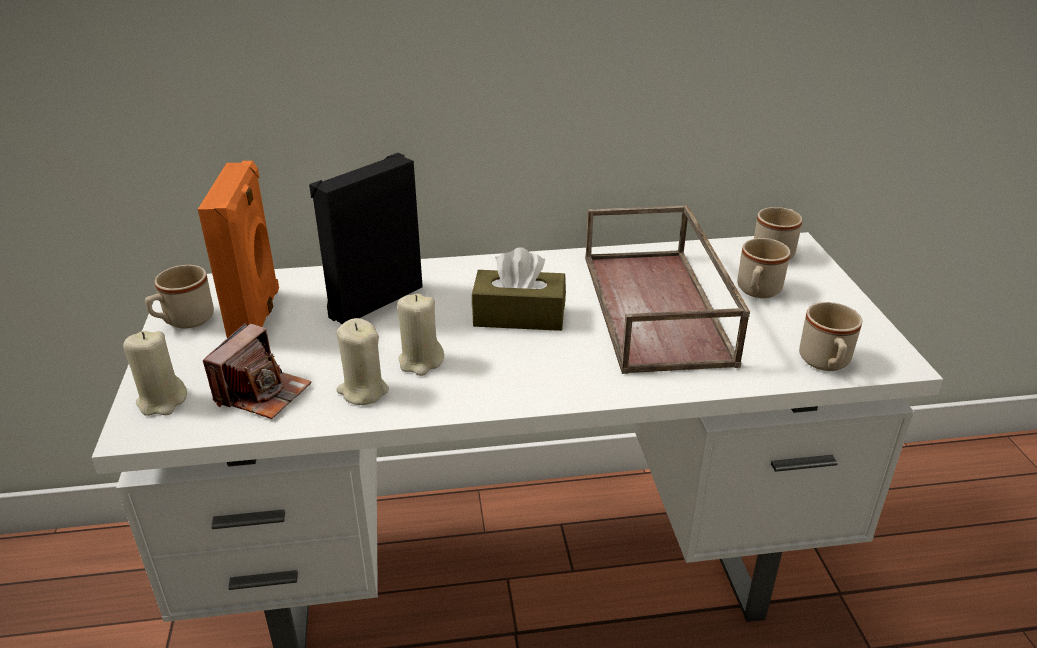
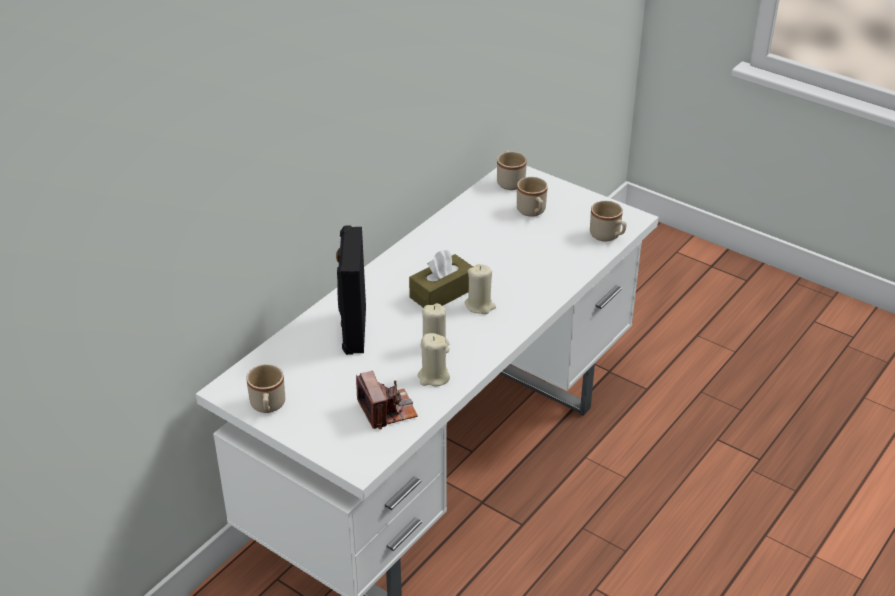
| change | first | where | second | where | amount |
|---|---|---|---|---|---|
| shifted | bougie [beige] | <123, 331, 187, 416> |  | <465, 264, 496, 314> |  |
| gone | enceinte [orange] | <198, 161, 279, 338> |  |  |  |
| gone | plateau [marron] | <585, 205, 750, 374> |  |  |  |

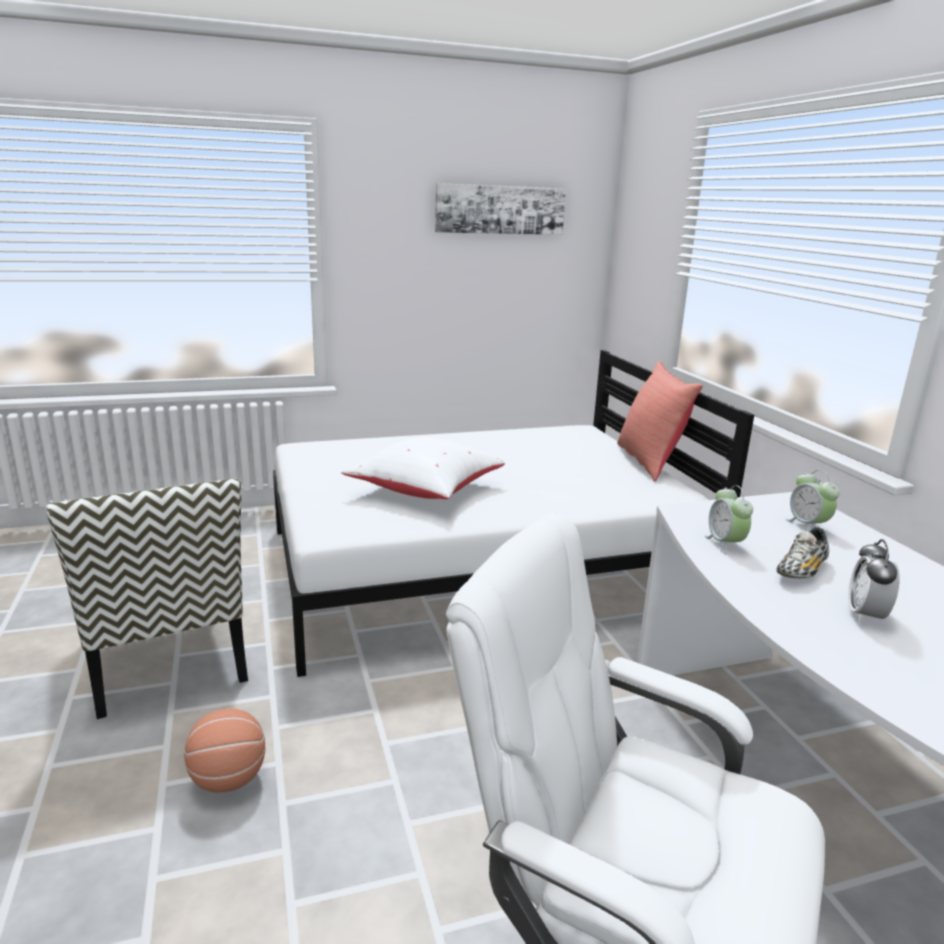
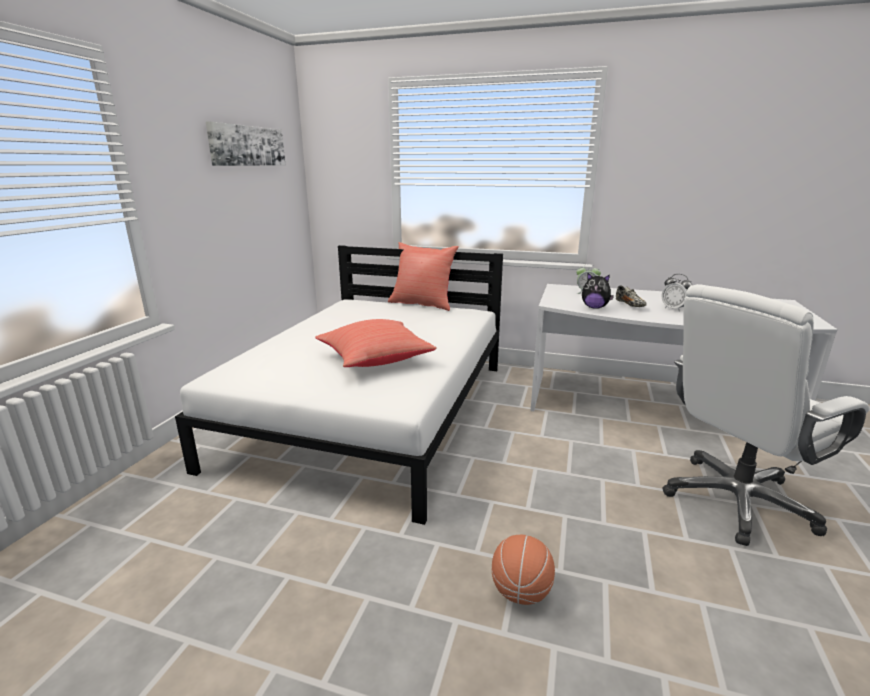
| change | first | where | second | where | amount |
|---|---|---|---|---|---|
| repainted | coussin [blanc] | <341, 437, 505, 499> | coussin [rouge] | <315, 319, 437, 367> |  |
| swapped | réveil | <705, 485, 753, 555> | peluche | <582, 273, 614, 309> |  |
| gone | chaise | <46, 479, 248, 719> |  |  |  |

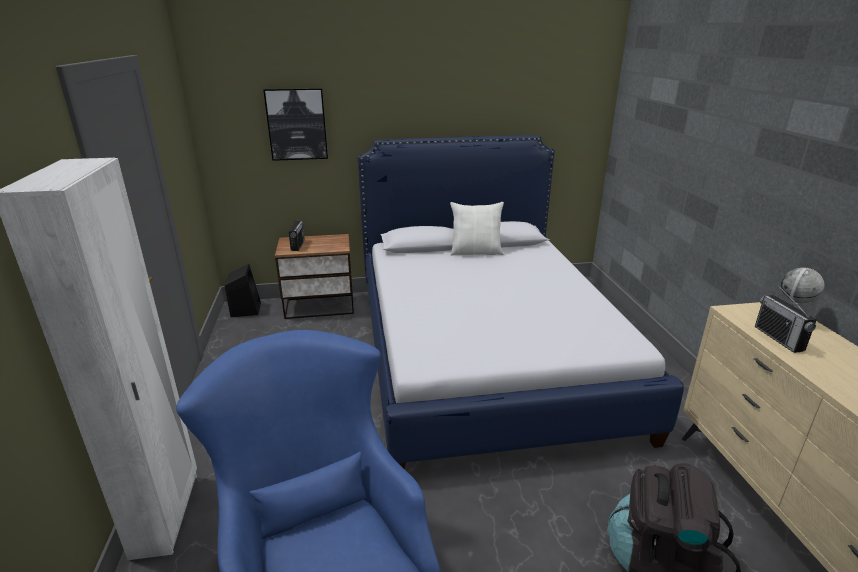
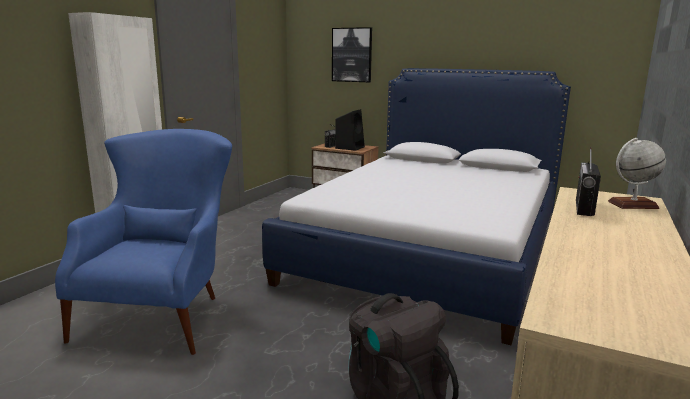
| change | first | where | second | where | amount |
|---|---|---|---|---|---|
| shifted | enceinte [noir] | <225, 264, 261, 317> |  | <335, 109, 365, 151> |  |
| gone | coussin [blanc] | <450, 202, 504, 256> |  |  |  |

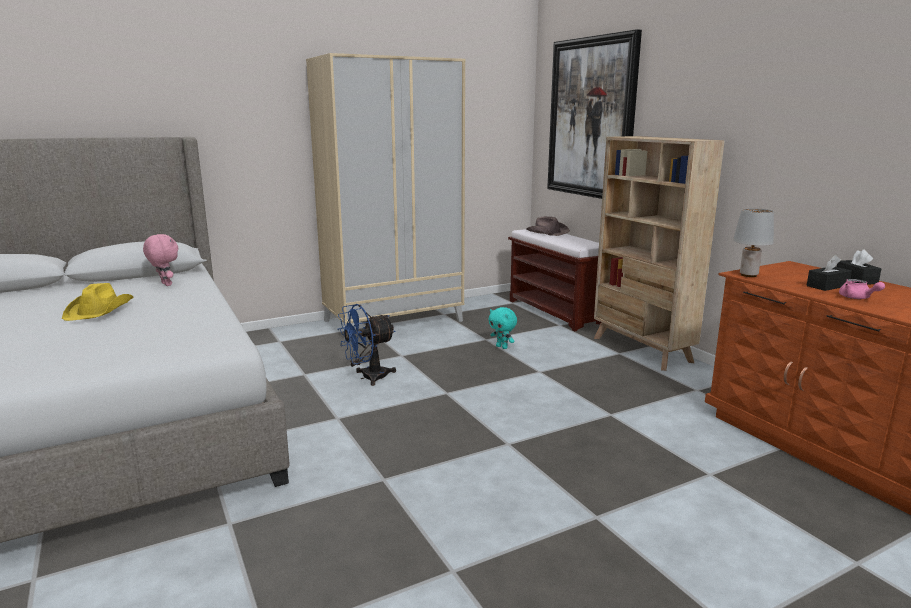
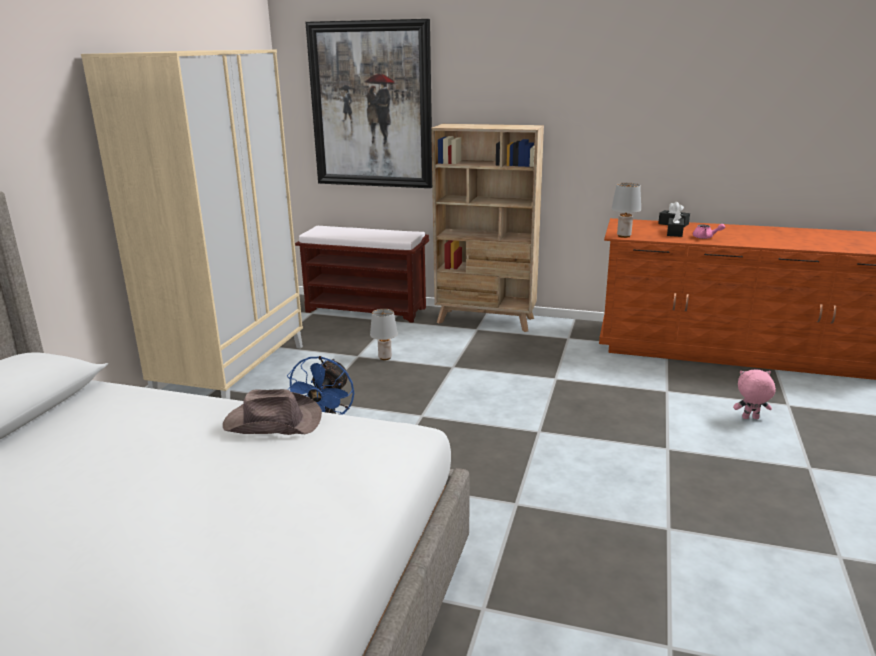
| change | first | where | second | where | amount |
|---|---|---|---|---|---|
| shifted | chapeau [marron] | <526, 216, 570, 236> |  | <223, 389, 322, 435> |  |
| swapped | peluche [turquoise] | <489, 307, 517, 349> | lampe de table [gris] | <370, 309, 398, 360> |  |
| shifted | peluche [rose] | <143, 234, 178, 286> |  | <733, 370, 776, 419> |  |
| gone | chapeau [jaune] | <62, 283, 133, 321> |  |  |  |

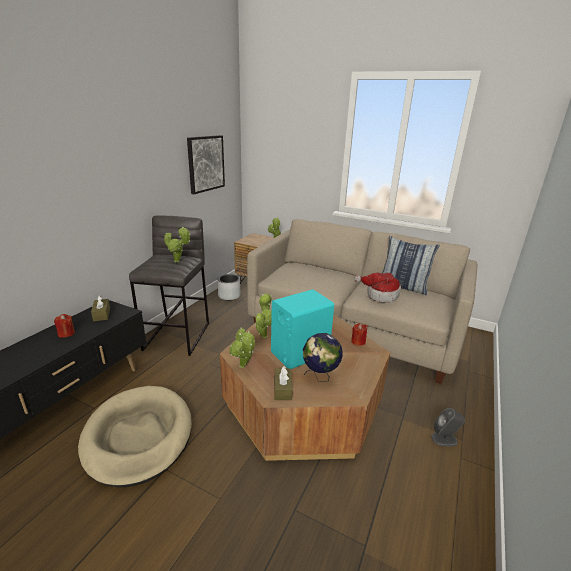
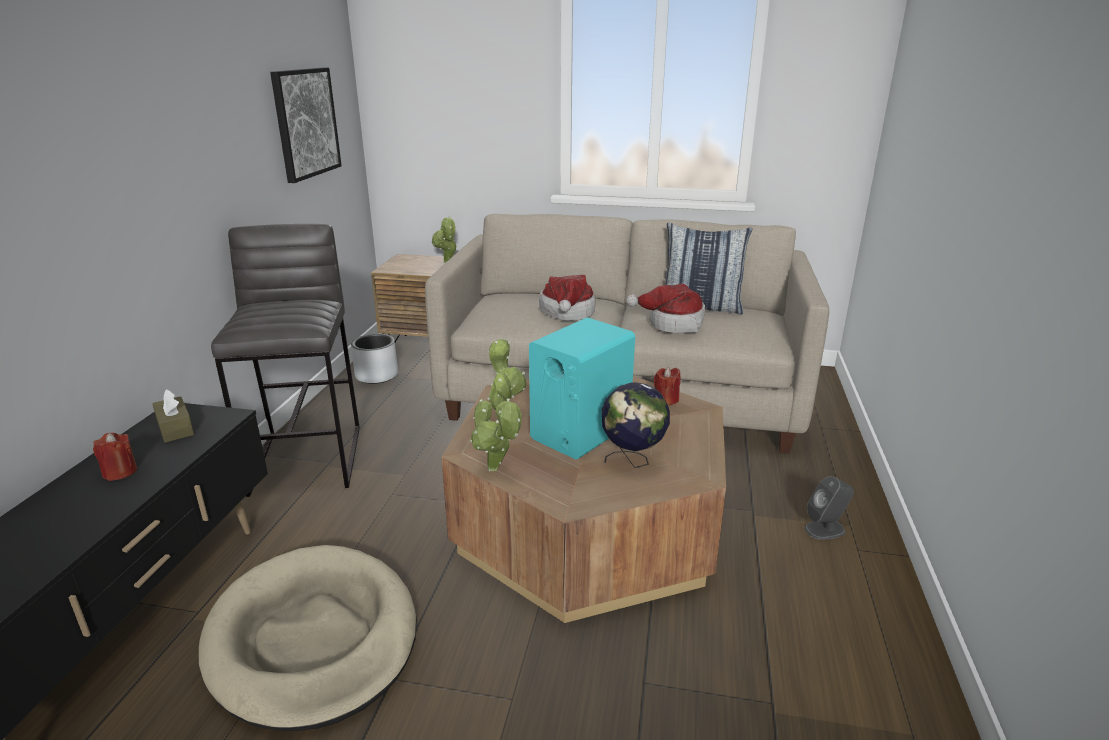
| change | first | where | second | where | amount |
|---|---|---|---|---|---|
| new |  |  | chapeau | <539, 275, 595, 321> |  |
| gone | plante en pot | <164, 227, 191, 262> |  |  |  |
| gone | boîte à mouchoirs [marron] | <274, 366, 293, 400> |  |  |  |

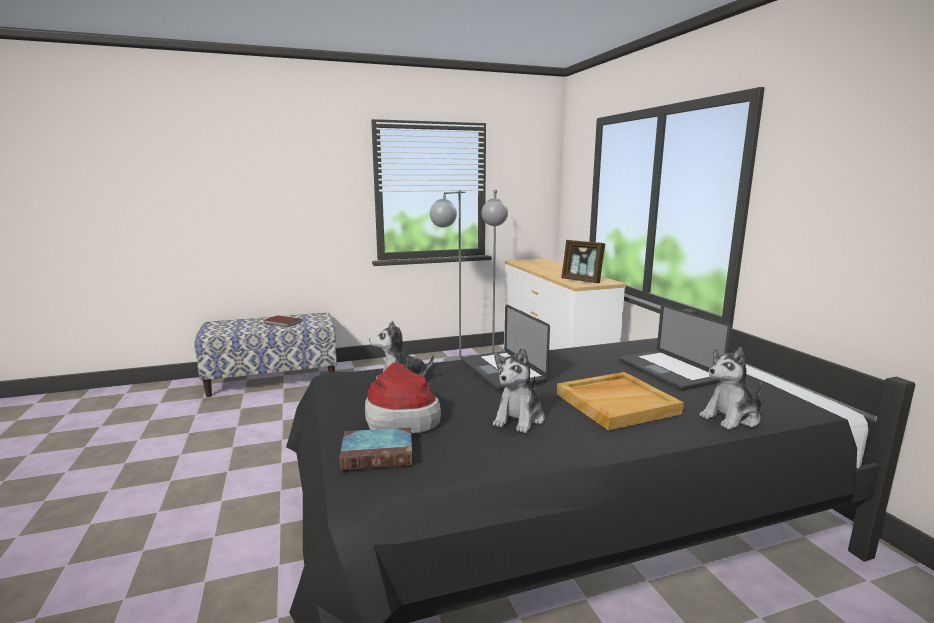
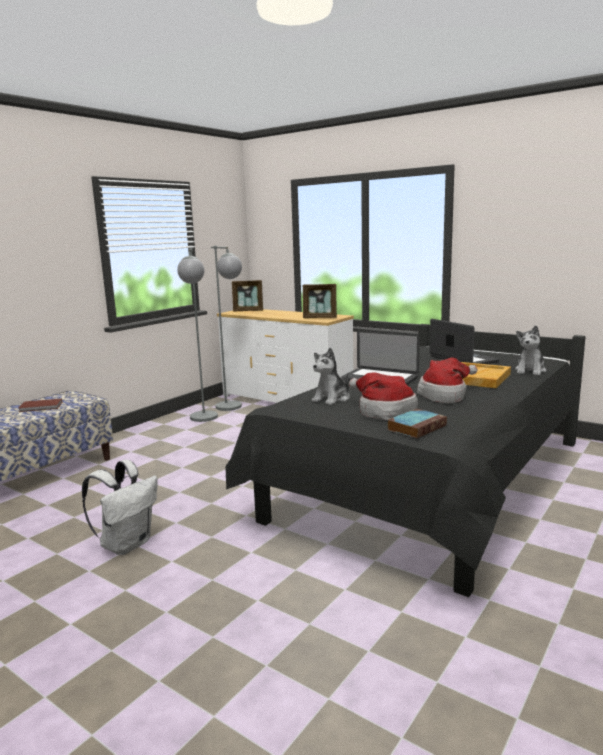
| change | first | where | second | where | amount |
|---|---|---|---|---|---|
| new |  |  | sac à dos [blanc] | <82, 460, 158, 555> |  |
| new |  |  | cadre photo | <232, 280, 263, 312> |  |
| swapped | peluche | <493, 348, 545, 433> | chapeau | <417, 358, 478, 403> |  |
| rotated | ordinateur portable | <619, 304, 731, 390> |  | <430, 319, 499, 364> | 150 degrees counterclockwise |

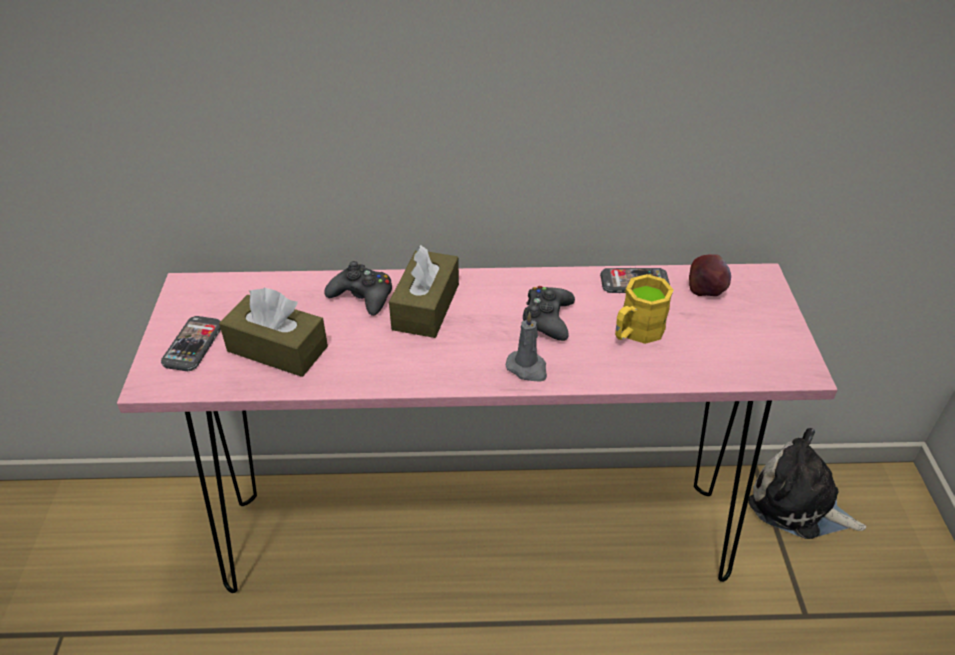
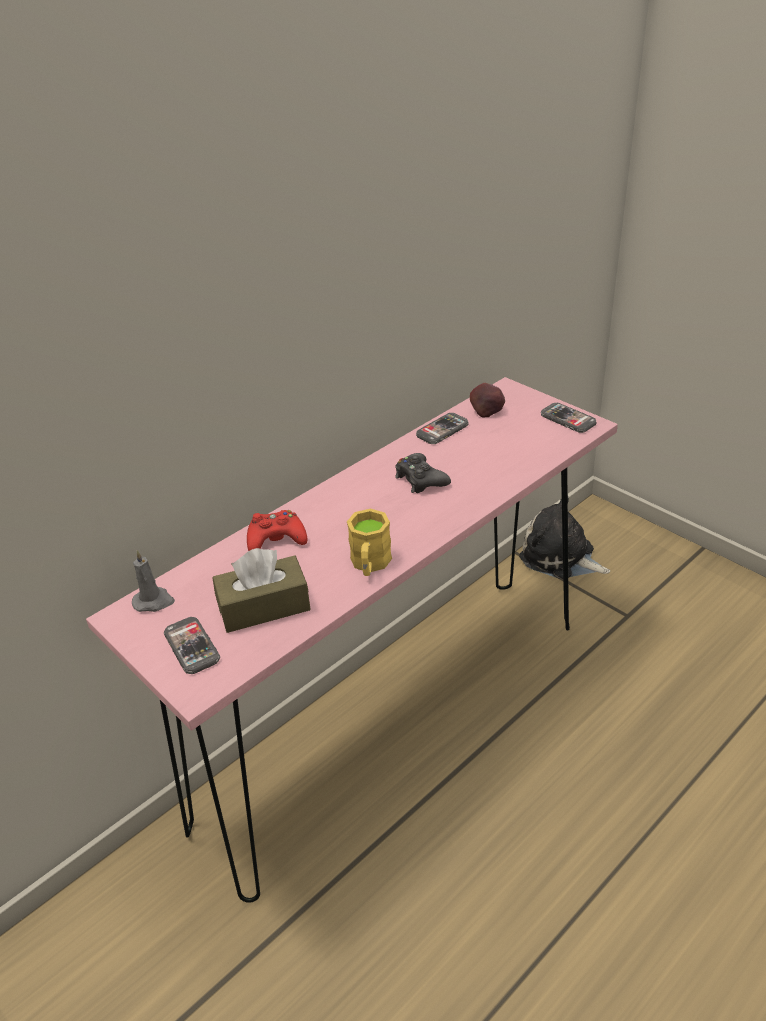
| change | first | where | second | where | amount |
|---|---|---|---|---|---|
| shifted | bougie [gris] | <506, 312, 547, 382> |  | <132, 550, 175, 612> |  |
| repainted | manette [noir] | <324, 261, 392, 316> | manette [rouge] | <247, 510, 308, 551> |  |
| shifted | mug [jaune] | <615, 274, 673, 344> |  | <347, 508, 392, 576> |  |
| rotated | peluche | <748, 428, 866, 539> |  | <519, 495, 610, 579> | 45 degrees clockwise |
| new |  |  | téléphone | <541, 403, 597, 433> |  |
| gone | boîte à mouchoirs [marron] | <389, 245, 459, 338> |  |  |  |

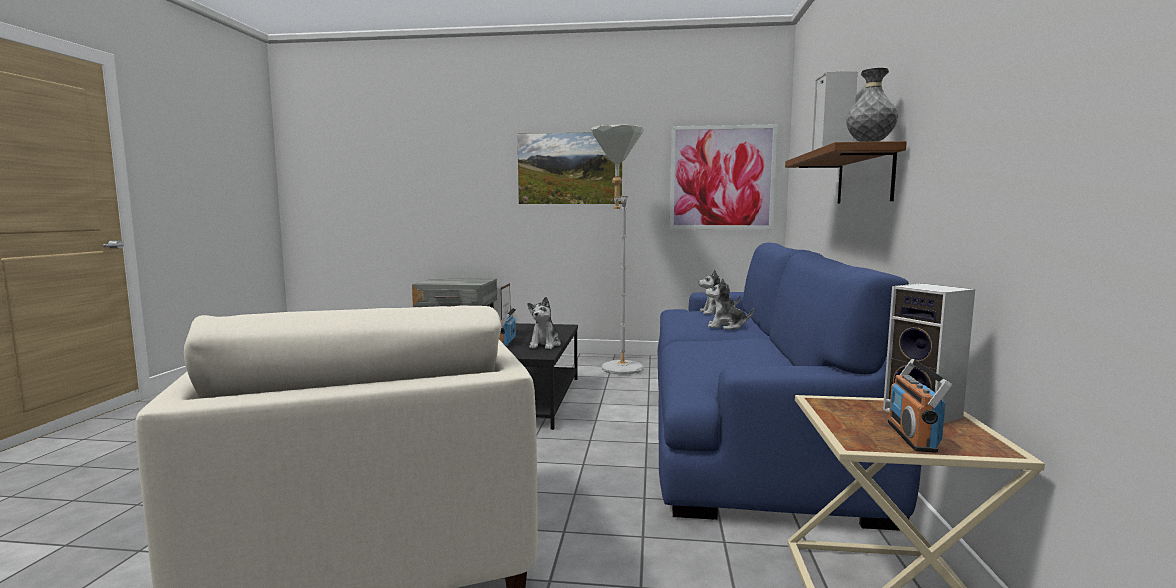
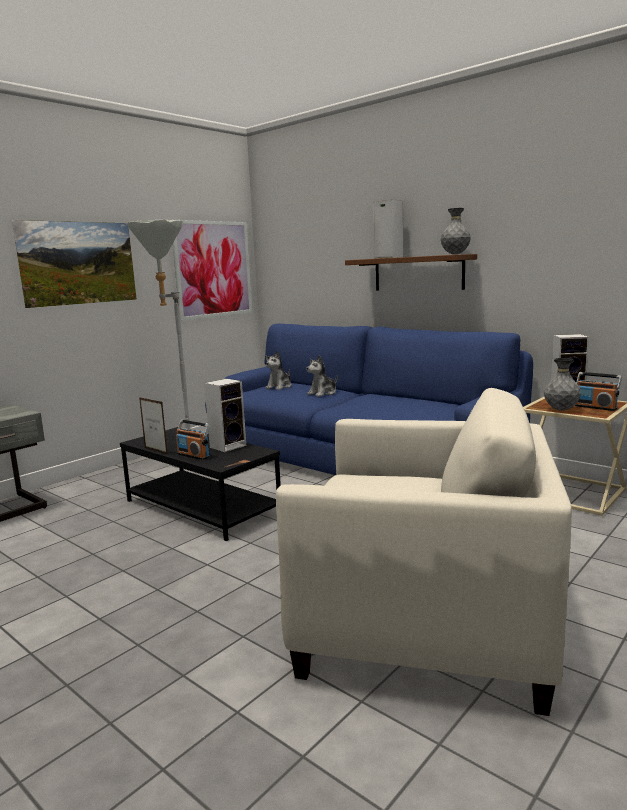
| change | first | where | second | where | amount |
|---|---|---|---|---|---|
| swapped | peluche | <527, 297, 561, 349> | enceinte | <204, 379, 246, 452> |  |
| new |  |  | vase [gris] | <544, 358, 581, 411> |  |

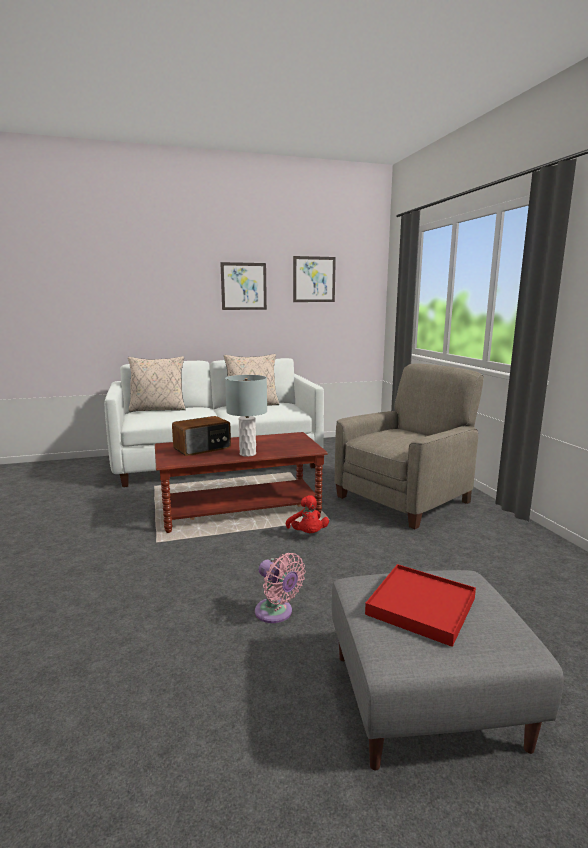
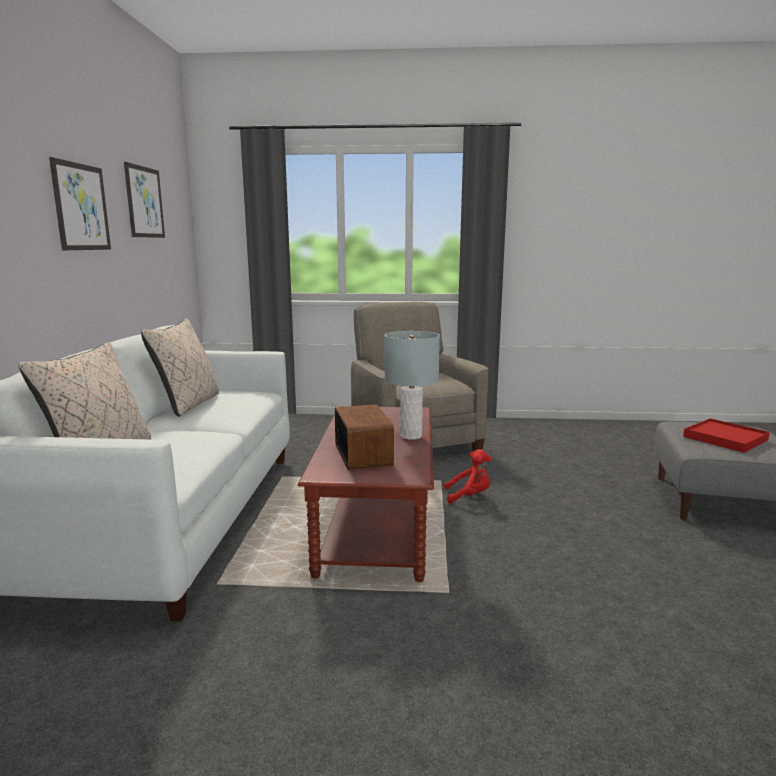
| change | first | where | second | where | amount |
|---|---|---|---|---|---|
| gone | ventilateur [rose] | <255, 553, 305, 623> |  |  |  |

